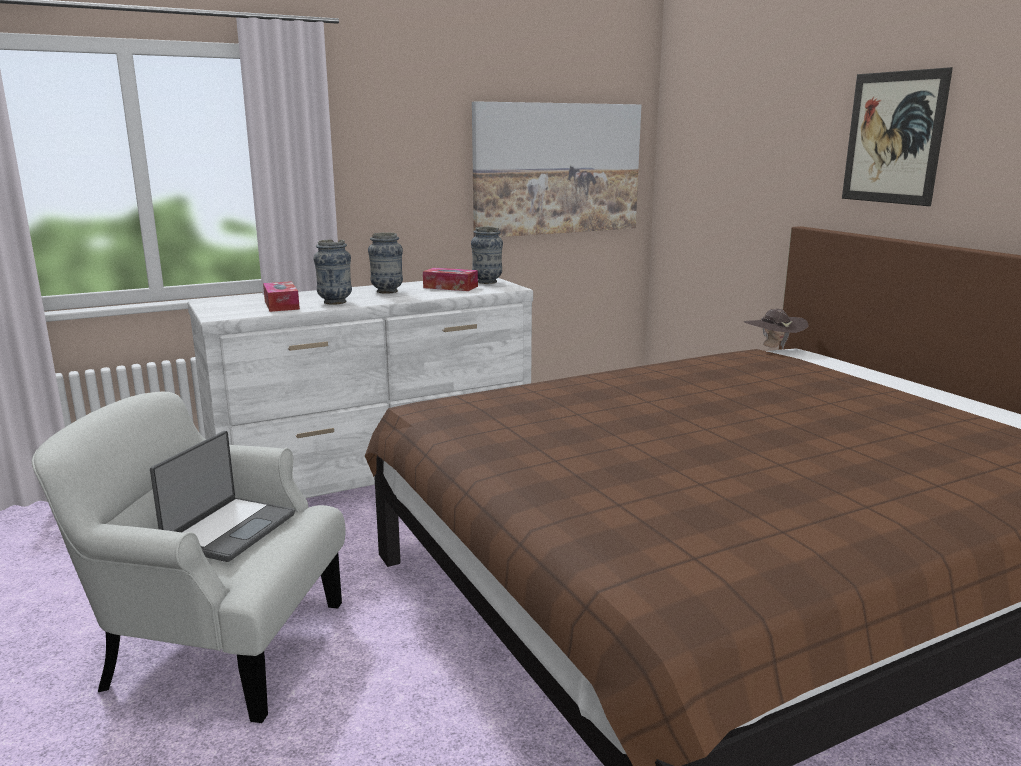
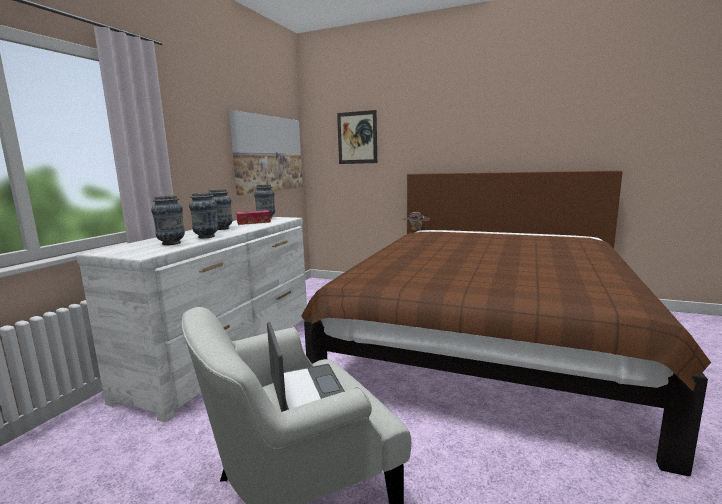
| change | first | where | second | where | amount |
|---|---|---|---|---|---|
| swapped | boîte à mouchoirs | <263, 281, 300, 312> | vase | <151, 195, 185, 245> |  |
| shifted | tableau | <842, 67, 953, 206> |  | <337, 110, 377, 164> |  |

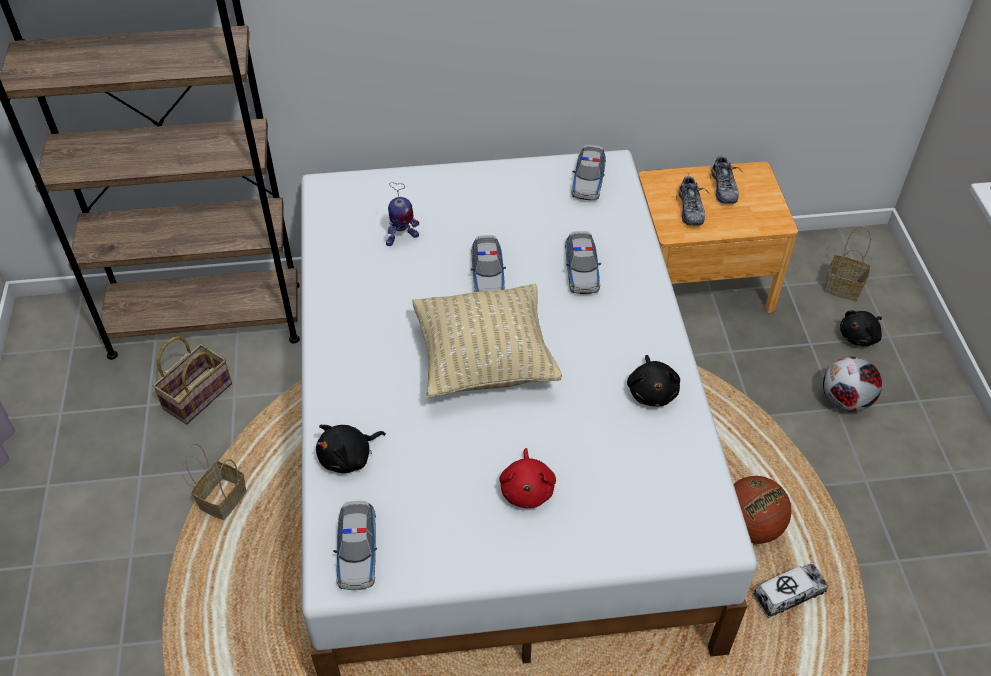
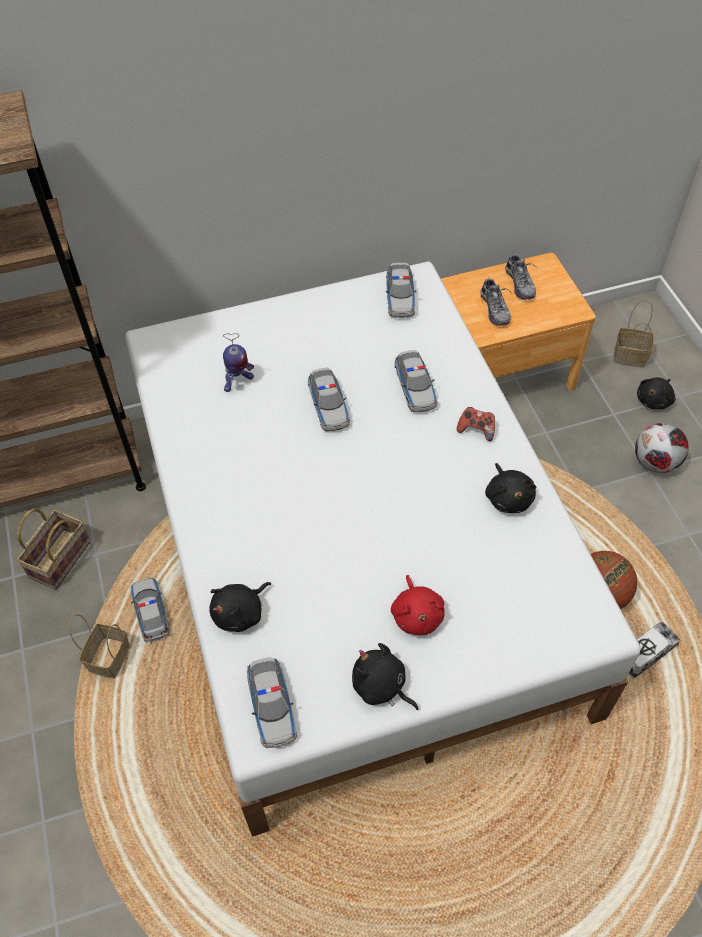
| change | first | where | second | where | amount |
|---|---|---|---|---|---|
| new |  |  | petite voiture | <130, 578, 170, 644> |  |
| new |  |  | peluche [noir] | <352, 643, 419, 710> |  |
| new |  |  | manette | <457, 407, 495, 441> |  |
| gone | coussin [beige] | <413, 284, 562, 398> |  |  |  |

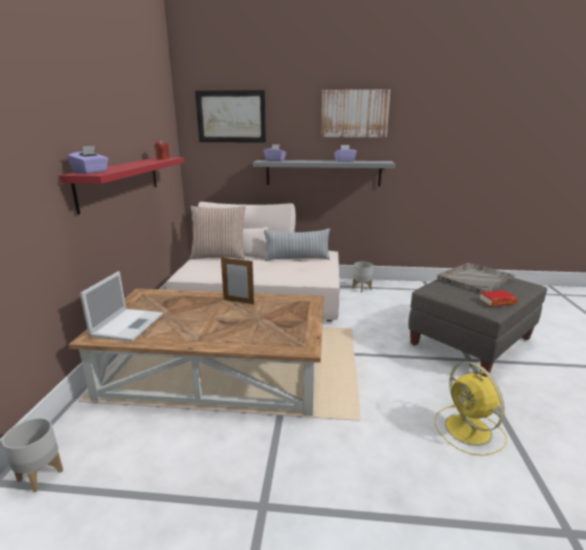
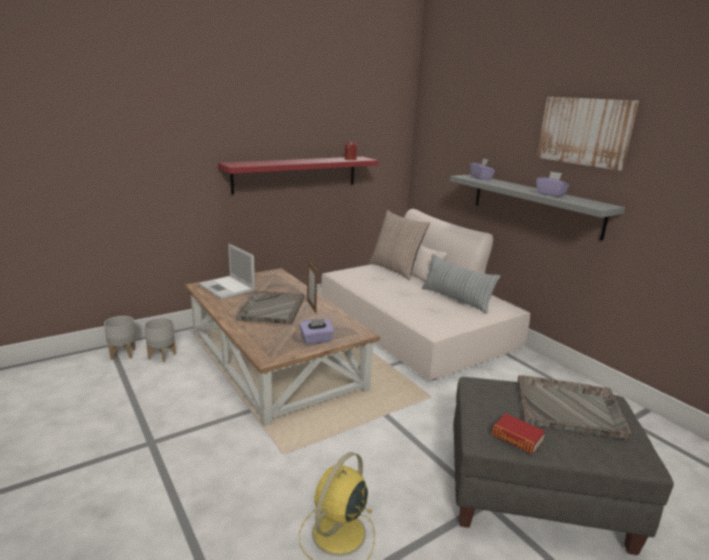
| change | first | where | second | where | amount |
|---|---|---|---|---|---|
| shifted | cache-pot [gris] | <352, 262, 373, 293> |  | <144, 318, 176, 363> |  |
| rotated | ordinateur portable | <80, 271, 163, 342> |  | <199, 244, 255, 299> | 75 degrees clockwise |
| new |  |  | plateau [gris] | <236, 290, 304, 324> |  |
| shifted | boîte à mouchoirs [violet] | <67, 146, 108, 174> |  | <299, 319, 335, 344> |  |
| gone | tableau | <195, 90, 266, 142> |  |  |  |

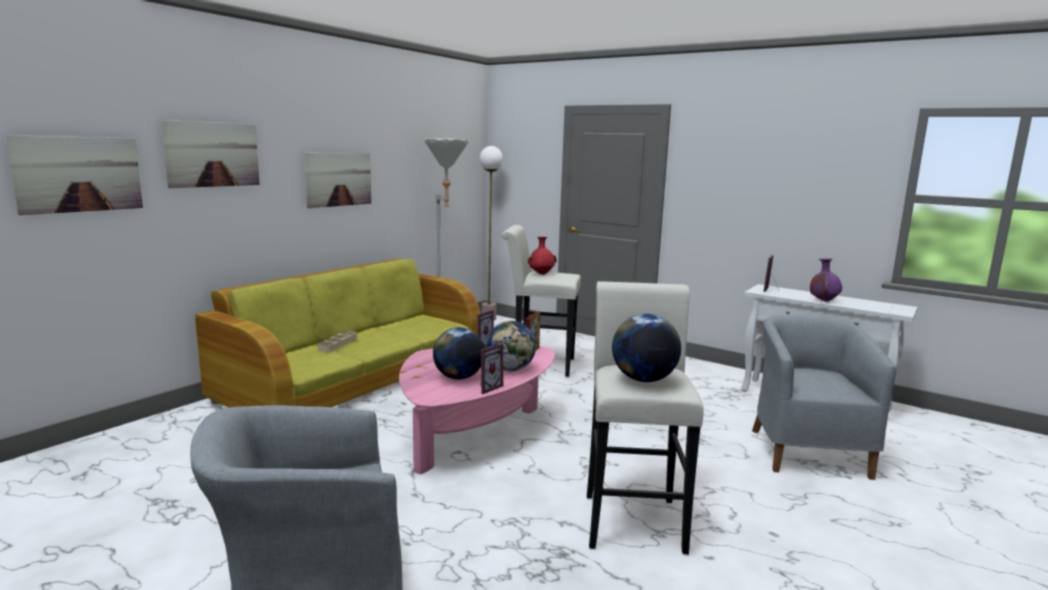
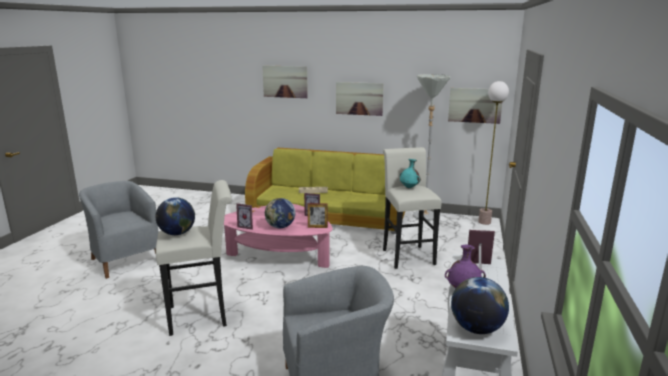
| change | first | where | second | where | amount |
|---|---|---|---|---|---|
| repainted | vase [rouge] | <528, 237, 557, 275> | vase [turquoise] | <400, 159, 421, 188> |  |
| shifted | tableau | <6, 135, 143, 215> |  | <448, 88, 502, 124> |  |
| shifted | globe | <433, 327, 484, 379> |  | <451, 277, 509, 334> |  |

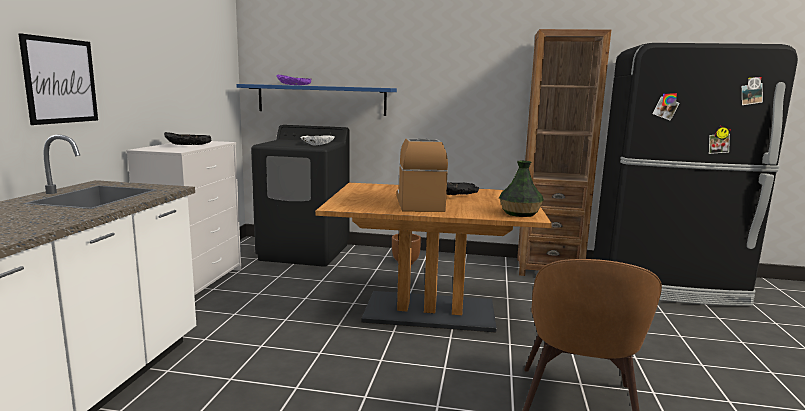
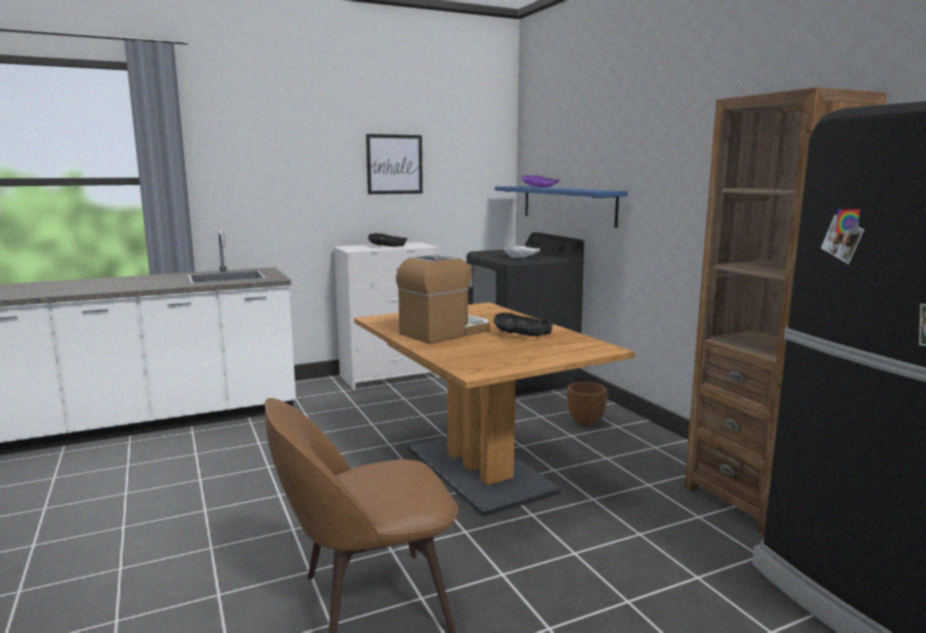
| change | first | where | second | where | amount |
|---|---|---|---|---|---|
| shifted | tableau | <18, 33, 98, 125> |  | <366, 134, 423, 194> |  |
| gone | vase | <499, 161, 544, 217> |  |  |  |

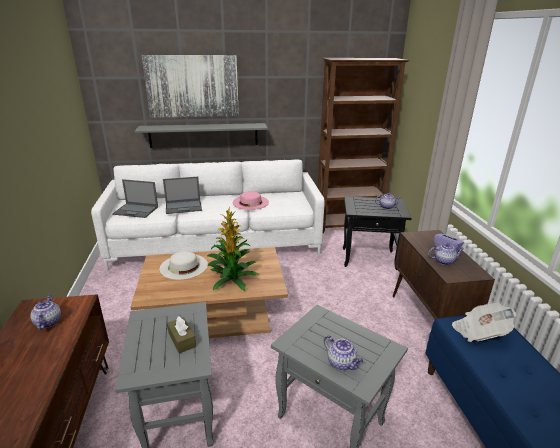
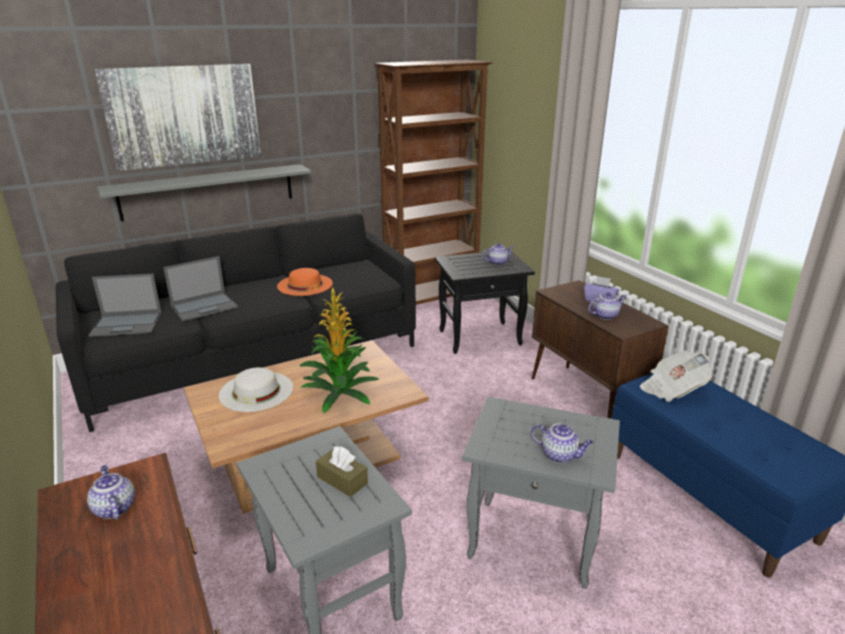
| change | first | where | second | where | amount |
|---|---|---|---|---|---|
| repainted | canapé [blanc] | <91, 160, 325, 271> | canapé [noir] | <56, 213, 416, 432> |  |
| repainted | chapeau [rose] | <233, 191, 269, 210> | chapeau [orange] | <277, 268, 333, 296> |  |

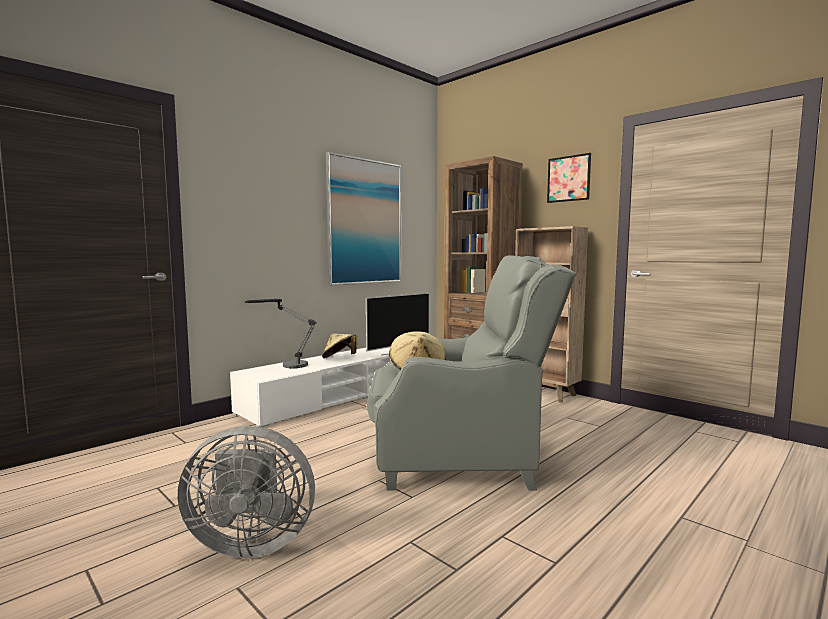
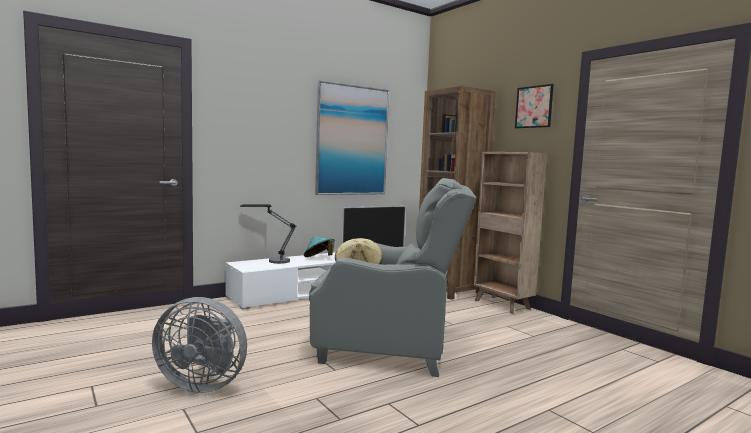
| change | first | where | second | where | amount |
|---|---|---|---|---|---|
| repainted | chapeau [beige] | <322, 333, 357, 358> | chapeau [turquoise] | <304, 237, 335, 257> |  |

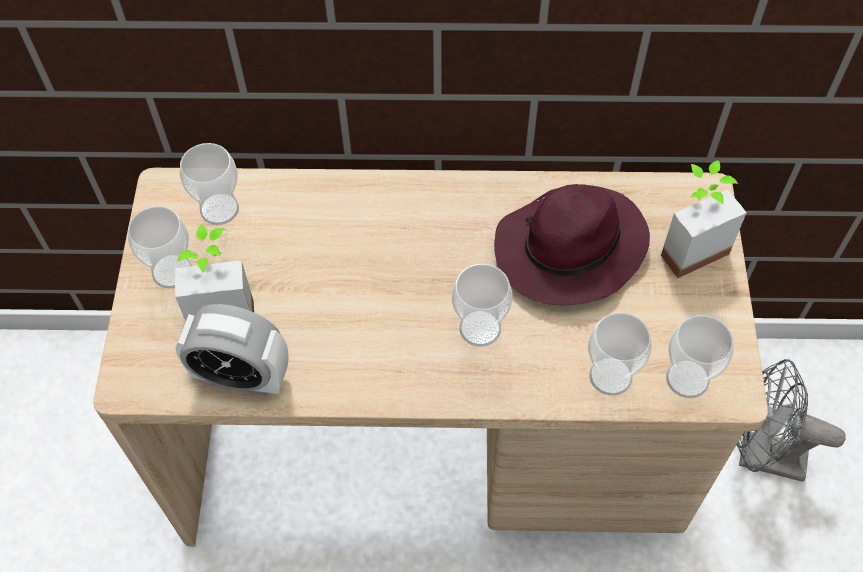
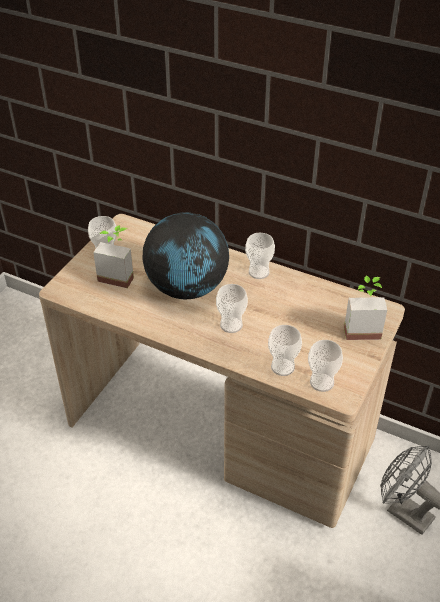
| change | first | where | second | where | amount |
|---|---|---|---|---|---|
| new |  |  | globe | <142, 212, 229, 299> |  |
| shifted | tasse | <180, 143, 239, 225> |  | <245, 233, 275, 279> |  |
| gone | réveil | <175, 304, 289, 396> |  |  |  |
| gone | chapeau [violet] | <494, 184, 650, 306> |  |  |  |

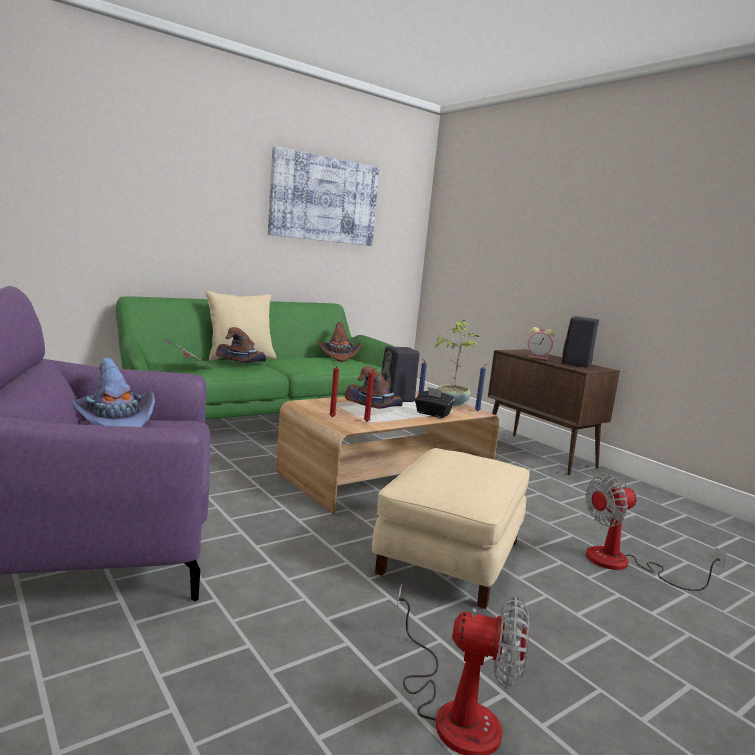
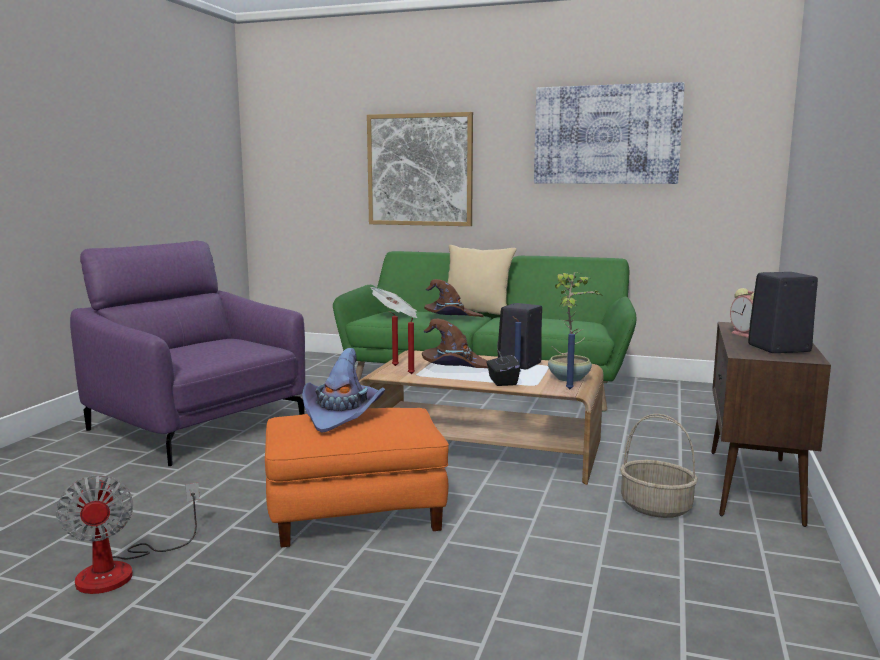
| change | first | where | second | where | amount |
|---|---|---|---|---|---|
| repainted | pouf [beige] | <372, 448, 530, 609> | pouf [orange] | <265, 408, 449, 547> |  |
| shifted | chapeau [violet] | <72, 358, 155, 427> |  | <302, 348, 385, 433> |  |
| new |  |  | tableau | <367, 112, 473, 226> |  |
| new |  |  | panier | <620, 414, 698, 518> |  |
| gone | chapeau [marron] | <317, 322, 361, 362> |  |  |  |
| gone | ventilateur | <585, 474, 727, 591> |  |  |  |

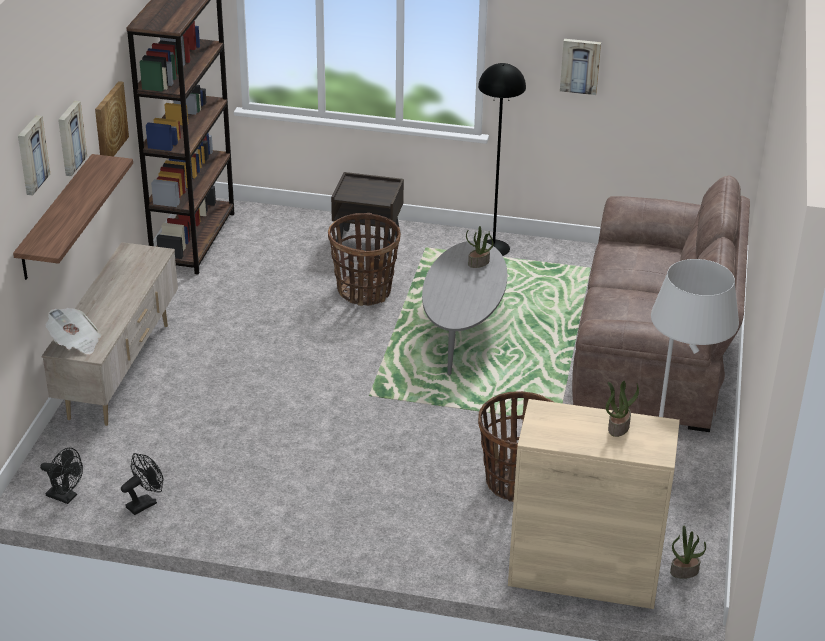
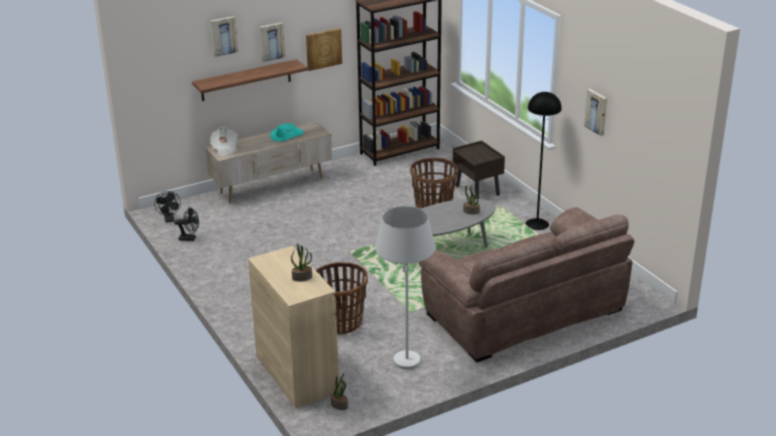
| change | first | where | second | where | amount |
|---|---|---|---|---|---|
| new |  |  | chapeau [turquoise] | <270, 123, 304, 141> |  |

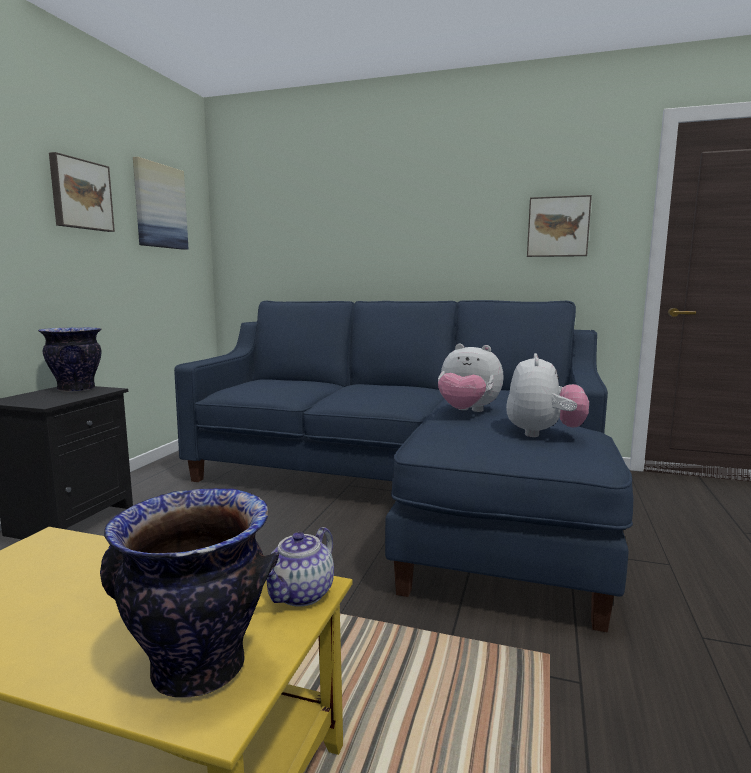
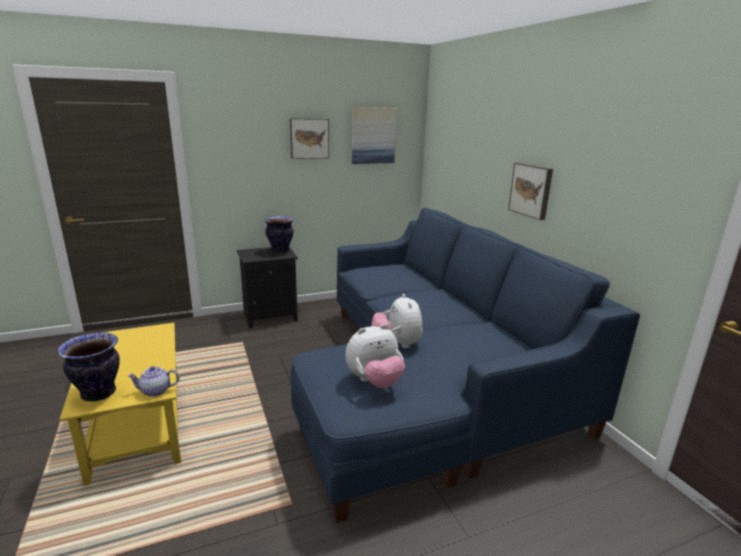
| change | first | where | second | where | amount |
|---|---|---|---|---|---|
| shifted | tableau | <527, 195, 592, 257> |  | <508, 163, 553, 220> |  |

